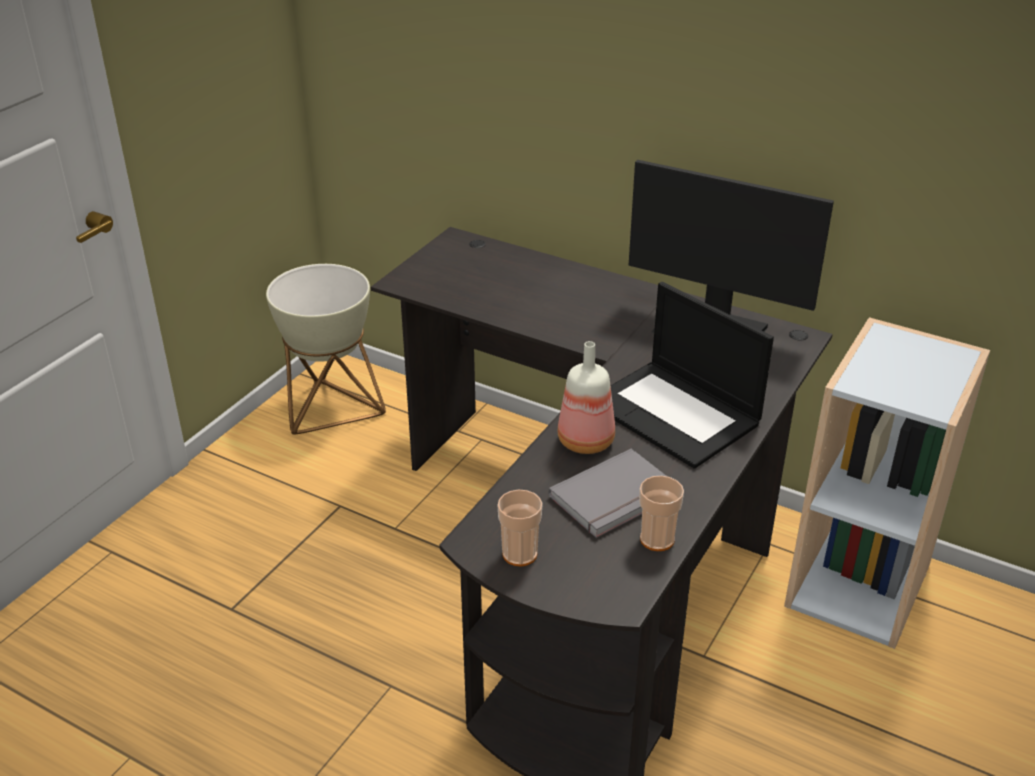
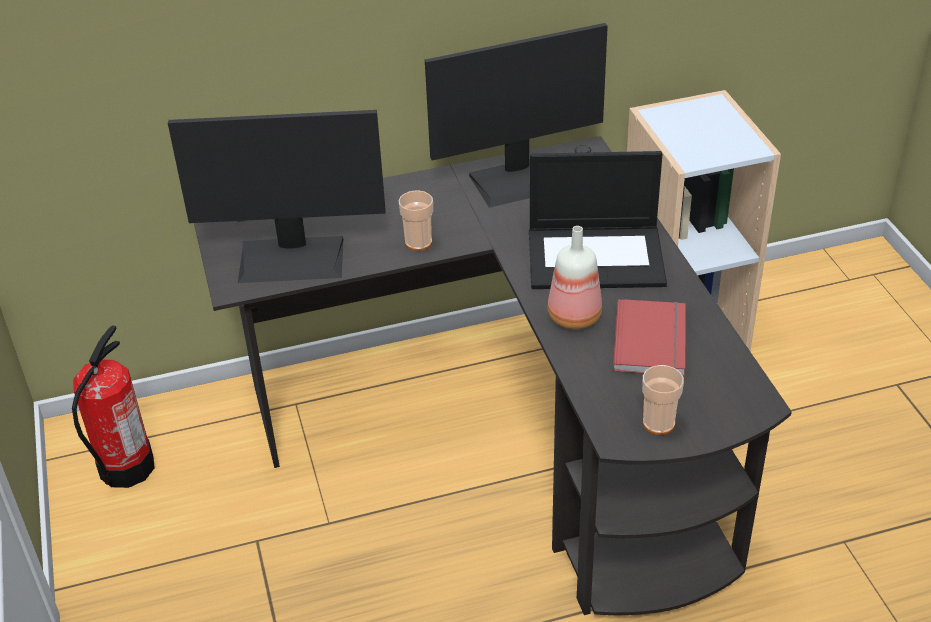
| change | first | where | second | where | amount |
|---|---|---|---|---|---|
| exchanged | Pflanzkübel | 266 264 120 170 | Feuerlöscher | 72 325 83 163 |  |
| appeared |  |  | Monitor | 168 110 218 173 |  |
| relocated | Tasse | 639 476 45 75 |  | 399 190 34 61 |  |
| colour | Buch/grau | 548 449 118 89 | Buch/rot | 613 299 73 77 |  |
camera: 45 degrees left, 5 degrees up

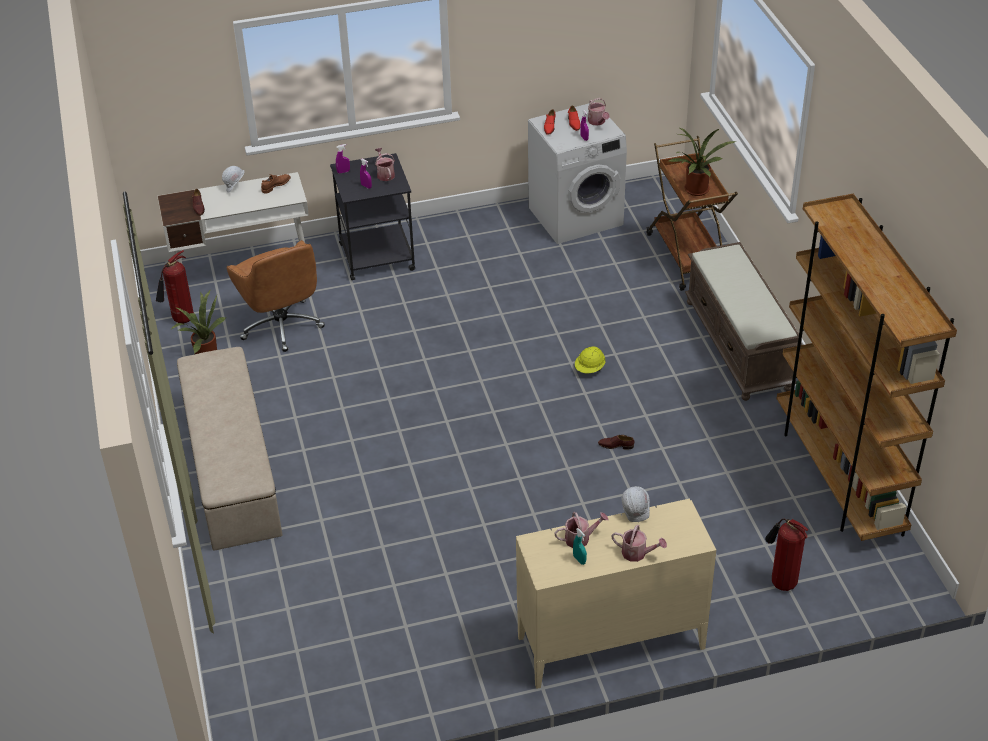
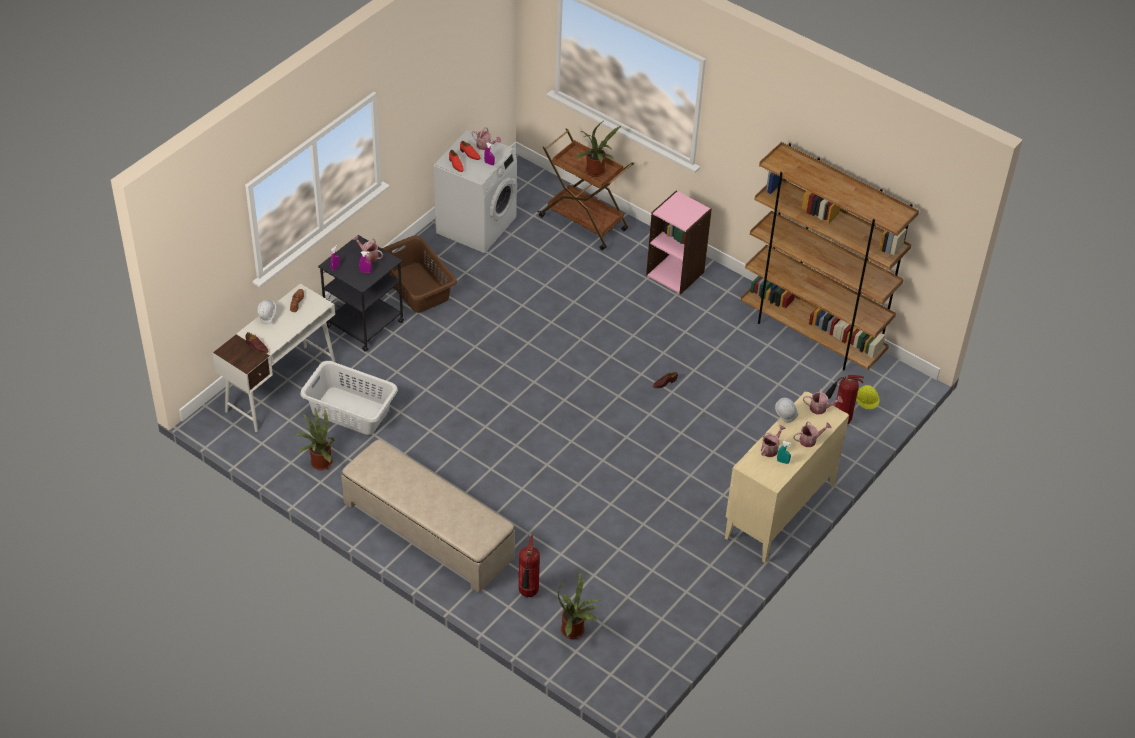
| change | first | where | second | where | amount |
|---|---|---|---|---|---|
| exchanged | Bürostuhl/braun | 227 240 98 112 | Wäschekorb/grau | 300 361 98 74 |  |
| appeared |  |  | Wäschekorb/braun | 382 235 75 78 |  |
| relocated | Feuerlöscher | 156 250 38 73 |  | 519 535 21 62 |  |
| appeared |  |  | Topfpflanze | 558 570 43 69 |  |
| exchanged | Bank/braun | 685 242 118 159 | Bücherregal/rosa | 646 190 66 105 |  |
| appeared |  |  | Gießkanne | 803 389 40 26 |  |
| relocated | Schutzhelm/gelb | 575 346 31 28 |  | 856 385 23 25 |  |
camera: 40 degrees left, 5 degrees up

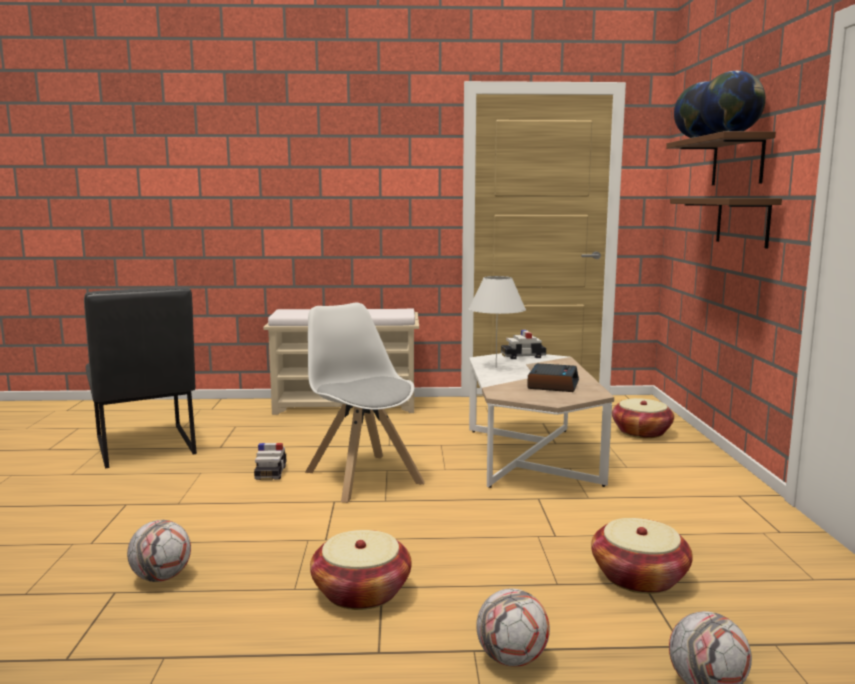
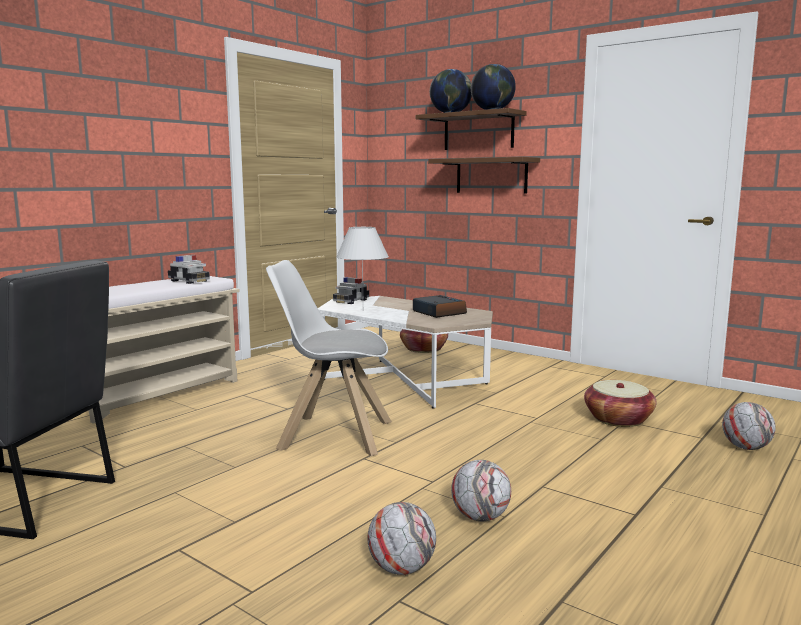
| change | first | where | second | where | amount |
|---|---|---|---|---|---|
| relocated | Spielzeugauto | 254 443 32 38 |  | 168 255 42 29 |  |
| relocated | Fußball | 476 588 74 79 |  | 451 460 60 61 |  |
| missing | Korb | 310 530 102 80 |  |  |  |
camera: 50 degrees left, 0 degrees up

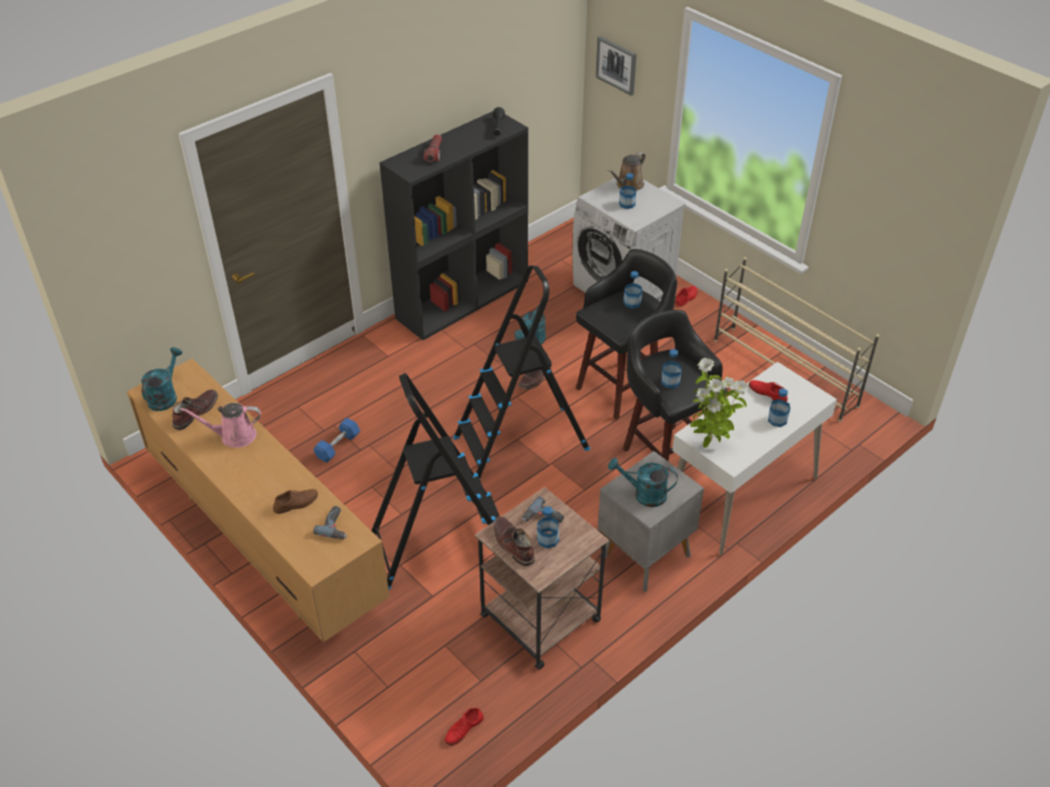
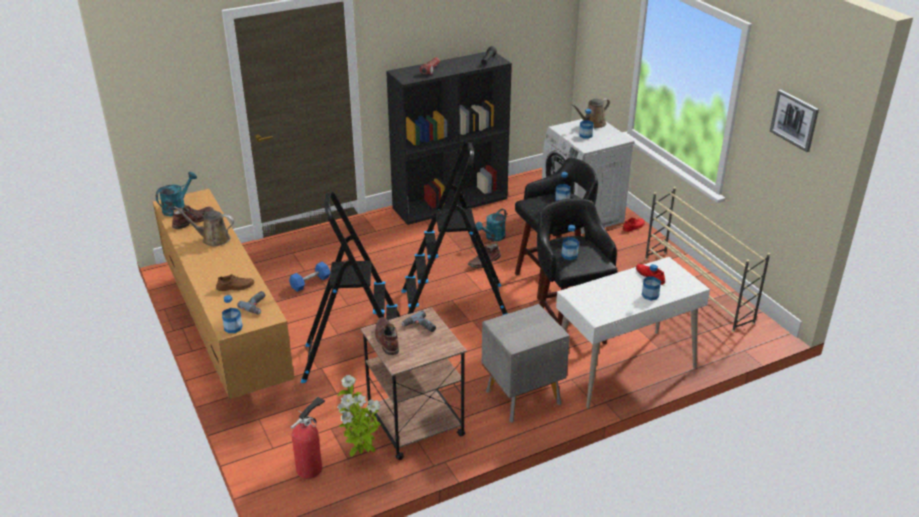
| change | first | where | second | where | amount |
|---|---|---|---|---|---|
| colour | Gießkanne/rosa | 180 403 81 45 | Gießkanne/braun | 174 206 60 40 |  |
| relocated | Flasche | 537 506 22 42 |  | 222 295 20 38 |  |
| appeared |  |  | Feuerlöscher | 290 397 35 82 |  |
| relocated | Topfpflanze | 690 358 58 90 |  | 337 375 44 82 |  |
| relocated | Bild | 596 36 41 60 |  | 770 89 49 63 |  |
| missing | Schuh/rot | 445 707 39 39 |  |  |  |
| missing | Gießkanne/türkis | 608 458 70 49 |  |  |  |
camera: 15 degrees right, 10 degrees down

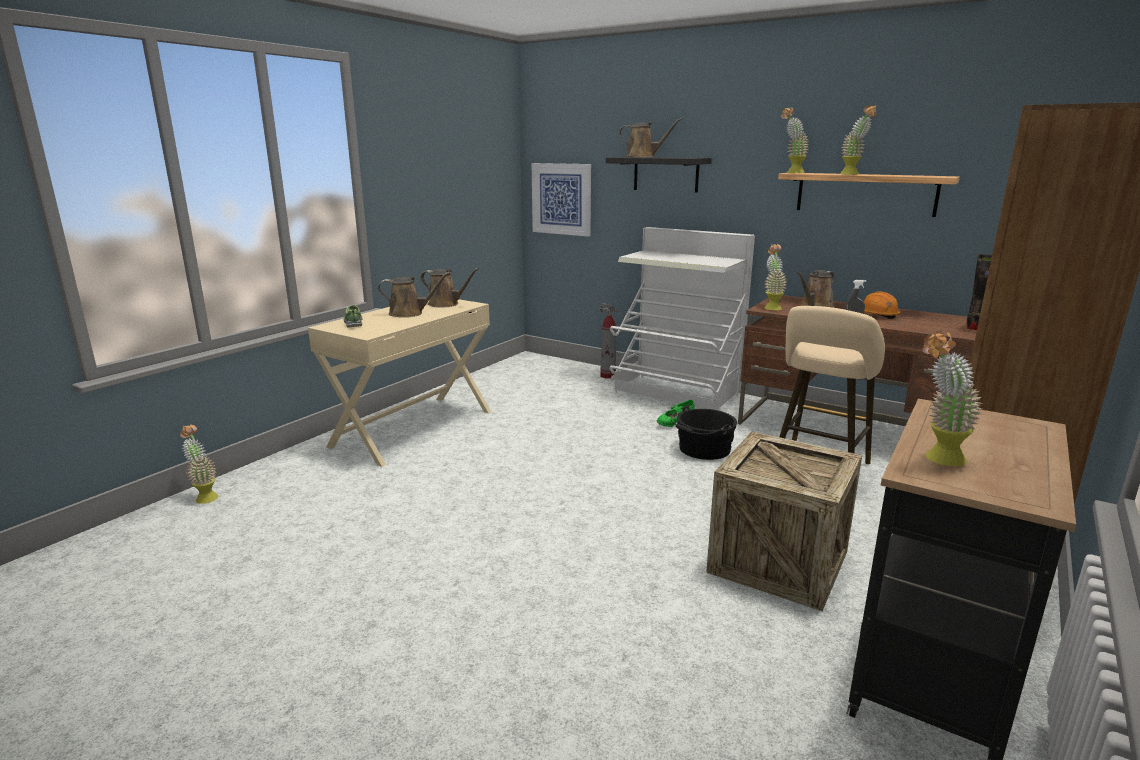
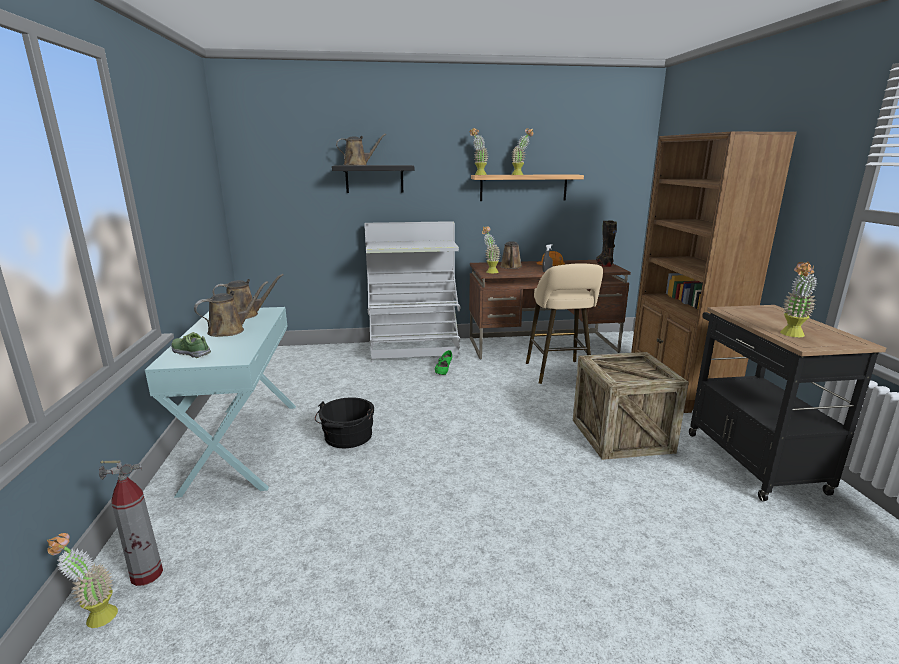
| change | first | where | second | where | amount |
|---|---|---|---|---|---|
| relocated | Feuerlöscher | 600 303 19 76 |  | 99 460 64 126 |  |
| colour | Schreibtisch/beige | 308 299 183 168 | Schreibtisch/türkis | 145 307 151 191 |  |
| relocated | Eimer/schwarz | 671 406 66 54 |  | 315 397 59 51 |  |
| missing | Bild | 531 163 60 74 |  |  |  |
camera: 40 degrees left, 0 degrees up

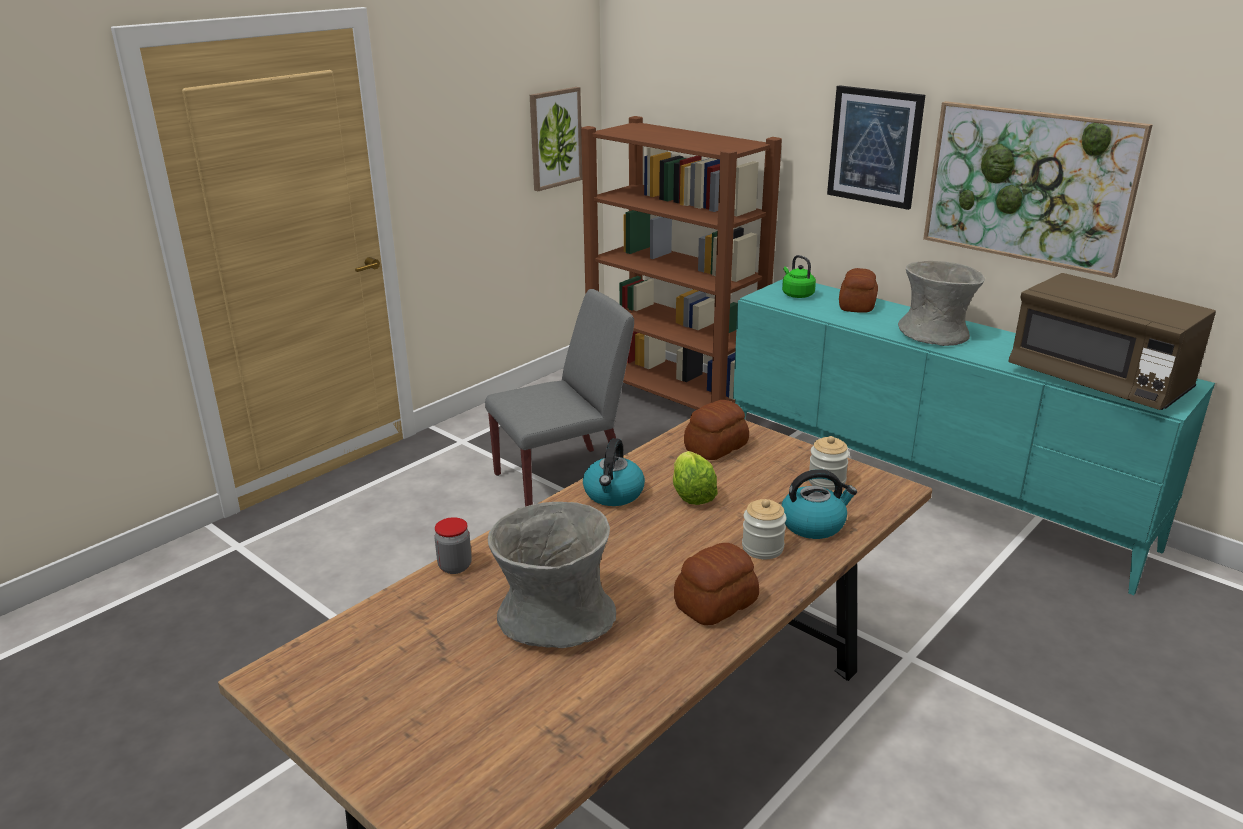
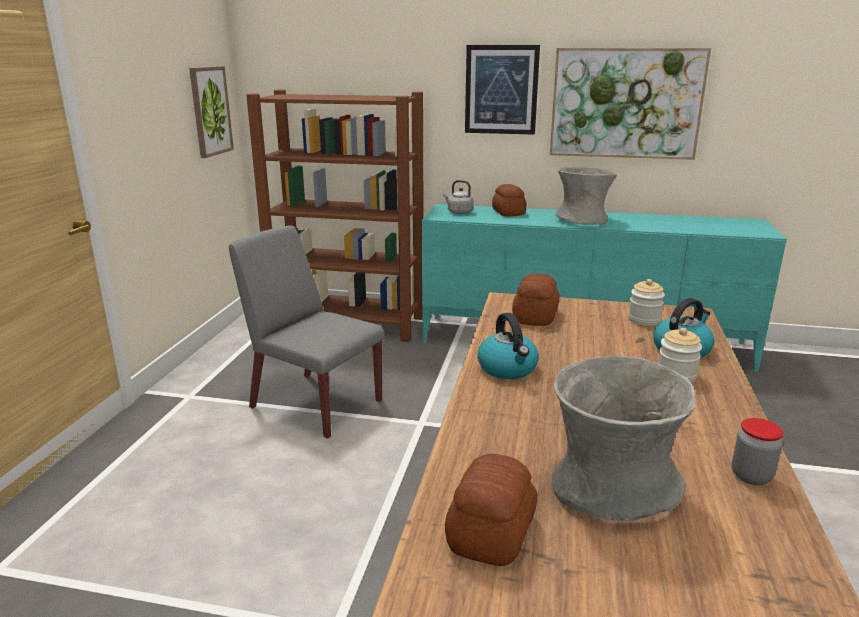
| change | first | where | second | where | amount |
|---|---|---|---|---|---|
| spun | Stuhl/grau | 485 289 149 218 |  | 229 225 156 214 | 90 degrees counterclockwise |
| colour | Wasserkessel/grün | 782 255 34 43 | Wasserkessel/grau | 443 180 31 34 |  |
| relocated | Brot | 674 543 86 82 |  | 445 454 93 112 |  |
| relocated | Vorratsglas | 434 517 38 57 |  | 732 418 51 67 |  |
| missing | Salatkopf | 673 451 45 54 |  |  |  |
| missing | Mikrowelle/braun | 1008 273 208 137 |  |  |  |
camera: 30 degrees left, 5 degrees down

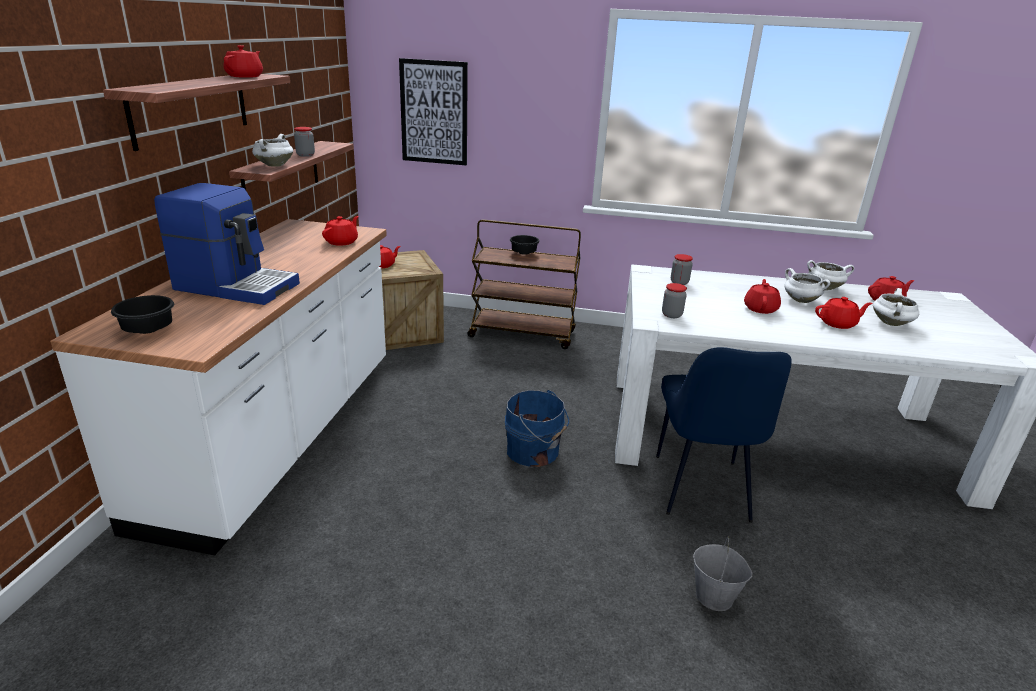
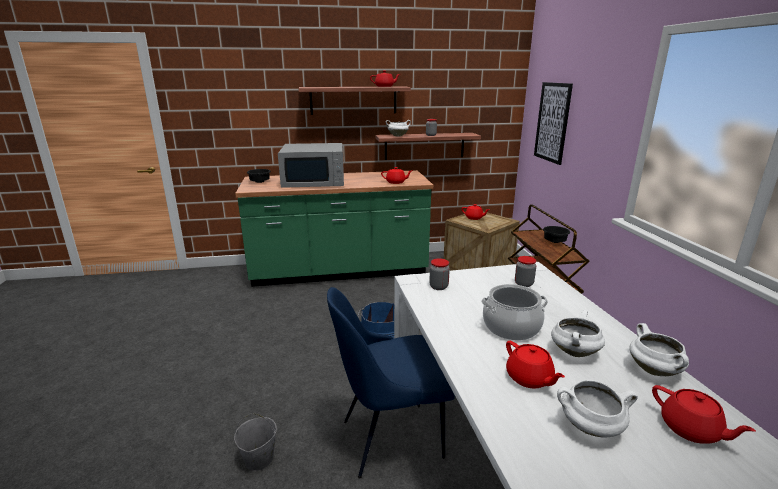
| change | first | where | second | where | amount |
|---|---|---|---|---|---|
| colour | Küchenzeile/weiß | 50 219 337 336 | Küchenzeile/grün | 235 170 198 117 |  |
| exchanged | Kaffeemaschine | 154 183 146 122 | Mikrowelle/grau | 278 143 66 45 |  |
| exchanged | Teekanne/rot | 744 279 37 35 | Kochtopf | 481 284 67 56 |  |
camera: 70 degrees right, 5 degrees down

